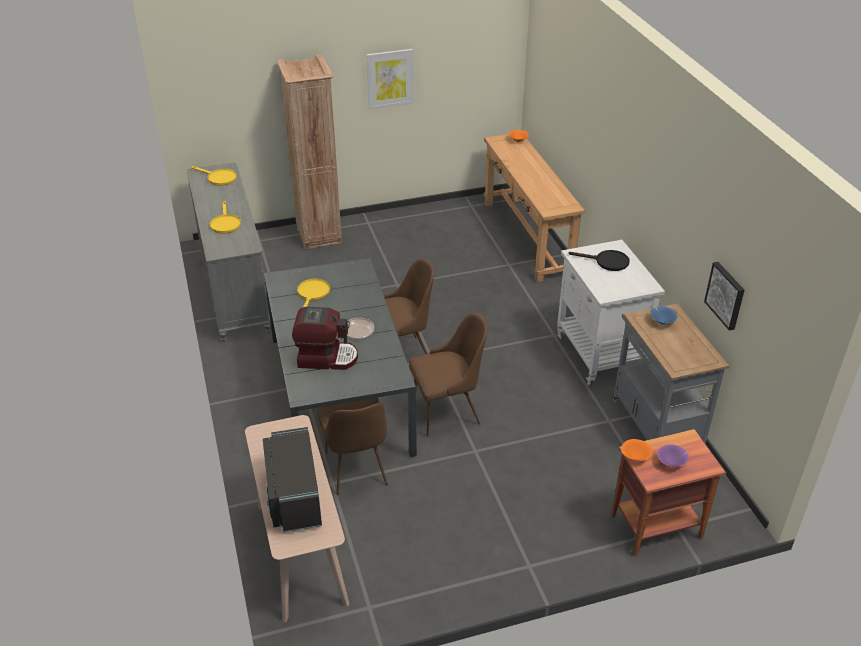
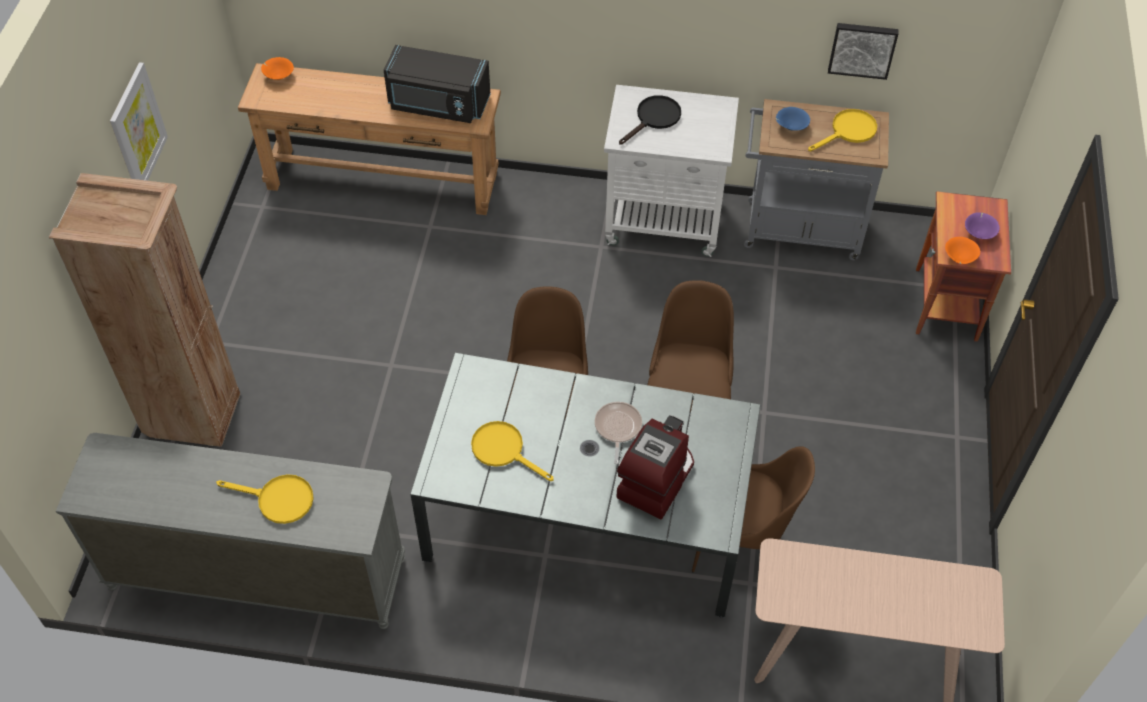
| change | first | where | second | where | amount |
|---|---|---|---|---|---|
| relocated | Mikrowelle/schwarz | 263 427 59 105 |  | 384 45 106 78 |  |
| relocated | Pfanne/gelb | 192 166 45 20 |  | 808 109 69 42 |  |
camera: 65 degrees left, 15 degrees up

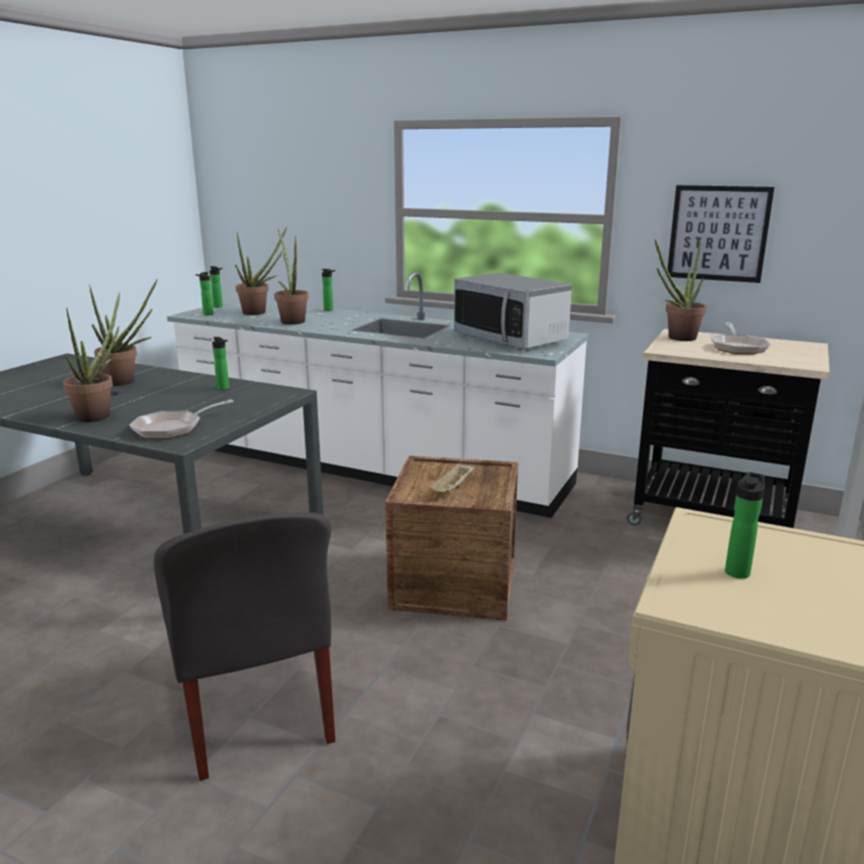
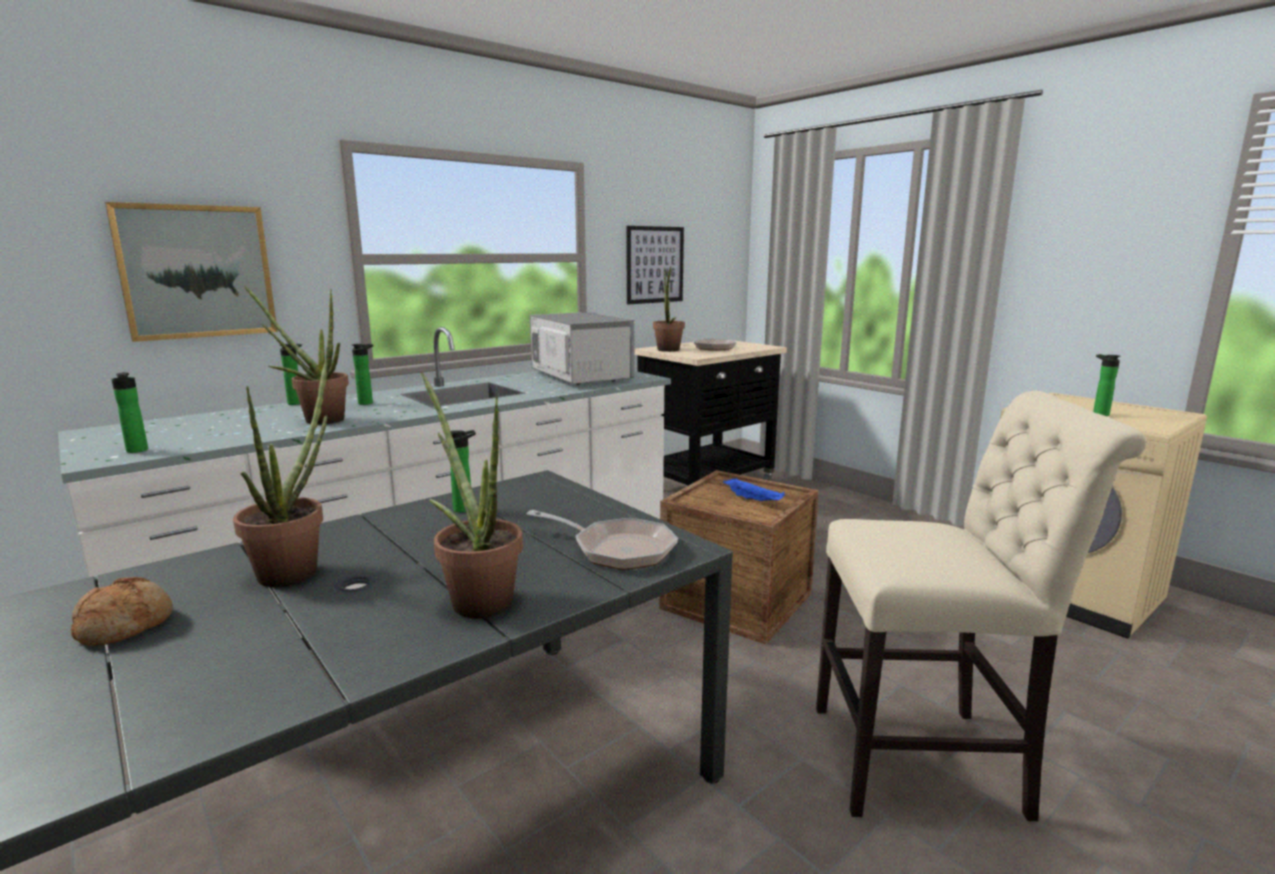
| change | first | where | second | where | amount |
|---|---|---|---|---|---|
| appeared |  |  | Brot | 71 577 102 69 |  |
| appeared |  |  | Bild | 105 202 173 140 |  |
| relocated | Flasche | 210 266 13 42 |  | 352 344 21 61 |  |
| spun | Pfanne | 130 400 104 39 |  | 526 510 152 60 | 45 degrees counterclockwise |
| spun | Mikrowelle | 454 273 118 76 |  | 530 312 104 73 | 105 degrees counterclockwise |
| colour | Tablett/beige | 430 462 45 30 | Tablett/blau | 723 478 62 23 |  |
| exchanged | Stuhl/grau | 154 512 181 269 | Hocker/beige | 816 391 330 430 |  |
| missing | Topfpflanze | 235 227 52 88 |  |  |  |
camera: 65 degrees left, 5 degrees down

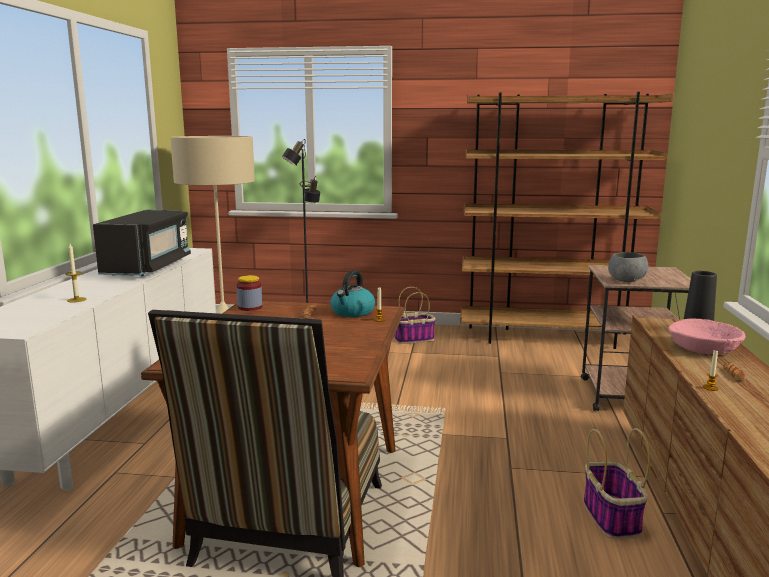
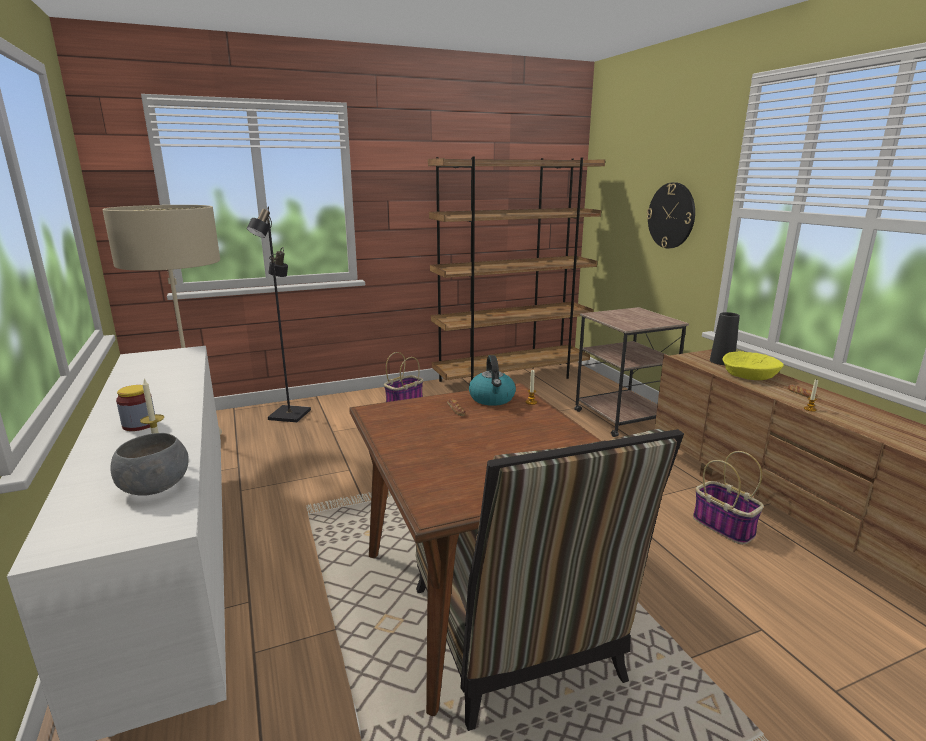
| change | first | where | second | where | amount |
|---|---|---|---|---|---|
| relocated | Schüssel/grau | 608 252 40 30 |  | 110 433 79 63 |  |
| relocated | Vorratsglas | 236 275 26 36 |  | 116 385 39 46 |  |
| appeared |  |  | Wanduhr | 646 182 49 66 |  |
| colour | Schüssel/rosa | 668 319 78 35 | Schüssel/gelb | 723 351 61 29 |  |
| missing | Mikrowelle/schwarz | 93 210 98 66 |  |  |  |
camera: 30 degrees left, 5 degrees up

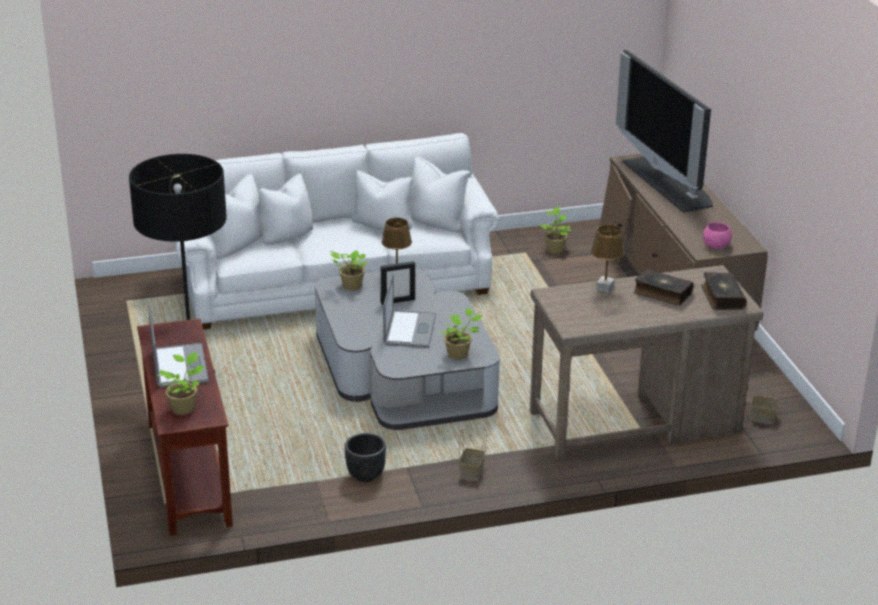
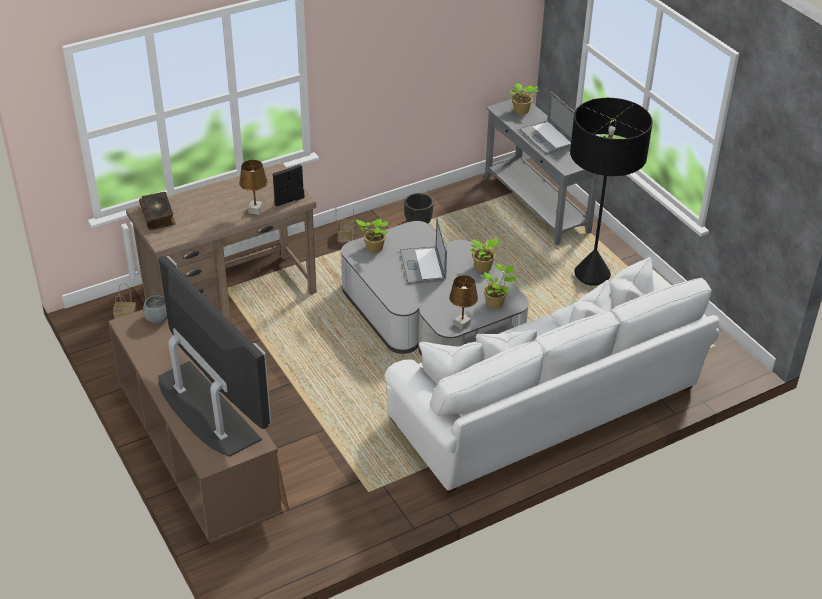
| change | first | where | second | where | amount |
|---|---|---|---|---|---|
| colour | Schüssel/rosa | 703 222 29 27 | Schüssel/grau | 143 295 24 28 |  |
| relocated | Bilderrahmen | 380 261 35 44 |  | 273 165 32 41 |  |
| relocated | Topfpflanze | 539 207 32 47 |  | 469 237 32 35 |  |
| colour | Konsolentisch/braun | 137 319 96 217 | Konsolentisch/grau | 485 99 114 146 |  |
| missing | Buch | 634 269 60 37 |  |  |  |
camera: 165 degrees right, 10 degrees up

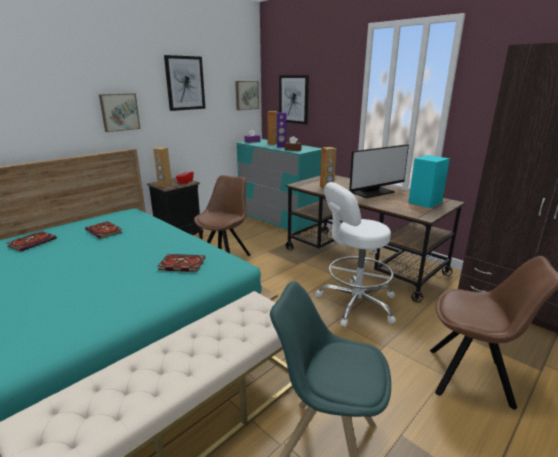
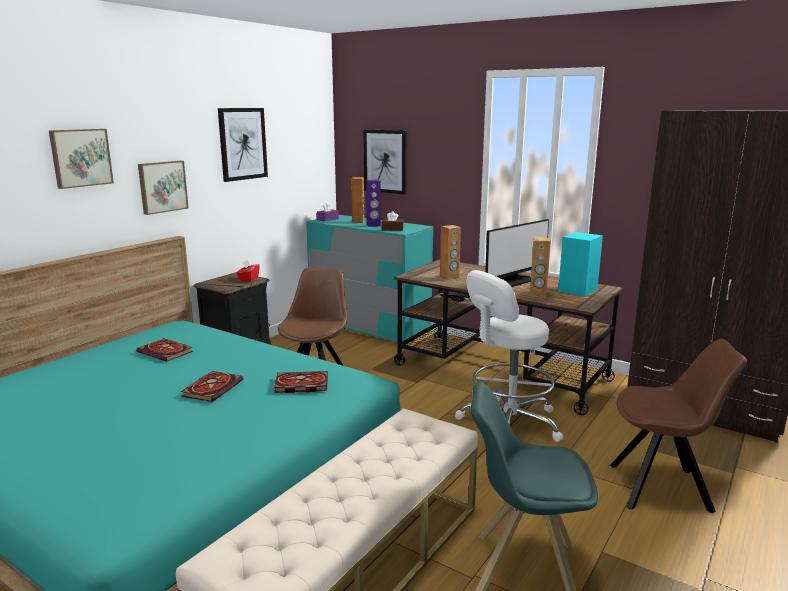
| change | first | where | second | where | amount |
|---|---|---|---|---|---|
| relocated | Bild | 235 81 24 29 |  | 49 129 65 60 |  |
| relocated | Buch | 7 231 50 20 |  | 181 371 62 31 |  |
| relocated | Lautsprecher/braun | 153 147 19 40 |  | 530 237 21 60 |  |
camera: 10 degrees left, 5 degrees down

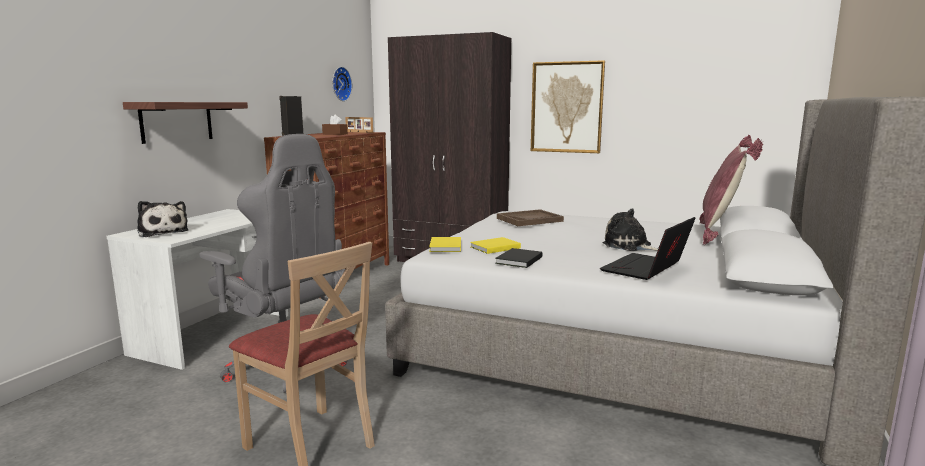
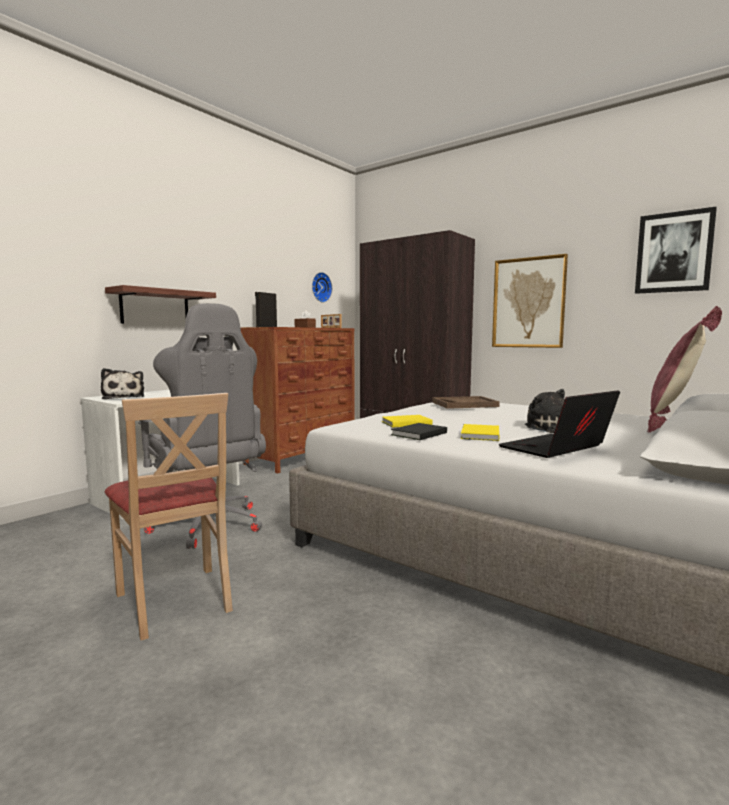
| change | first | where | second | where | amount |
|---|---|---|---|---|---|
| relocated | Buch/gelb | 429 237 32 15 |  | 461 424 38 17 |  |
| appeared |  |  | Bild | 635 207 82 87 |  |
camera: 15 degrees right, 5 degrees down

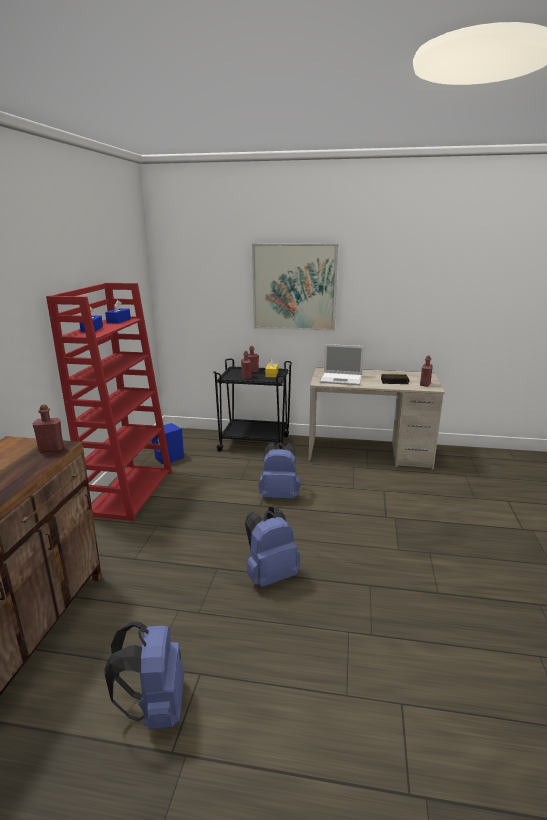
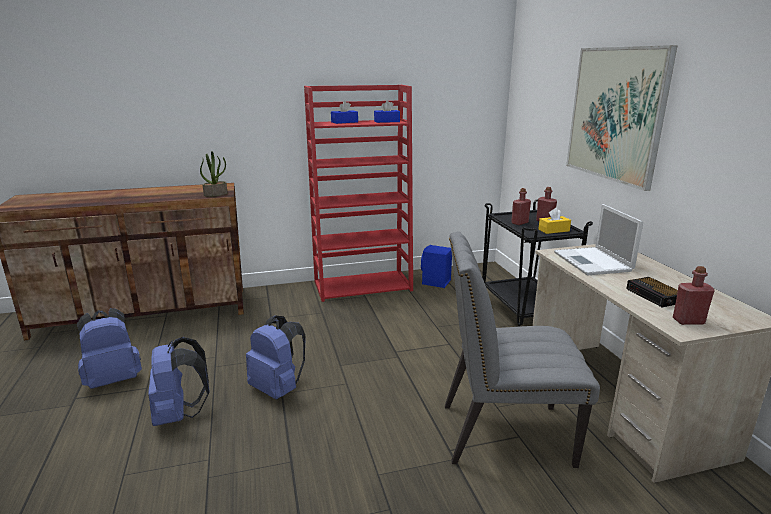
| change | first | where | second | where | amount |
|---|---|---|---|---|---|
| relocated | Rucksack/blau | 259 443 41 56 |  | 148 337 62 89 |  |
| exchanged | Flasche/rot | 33 405 31 48 | Topfpflanze | 200 151 28 46 |  |
| appeared |  |  | Stuhl/grau | 445 231 155 237 |  |
camera: 65 degrees right, 0 degrees up

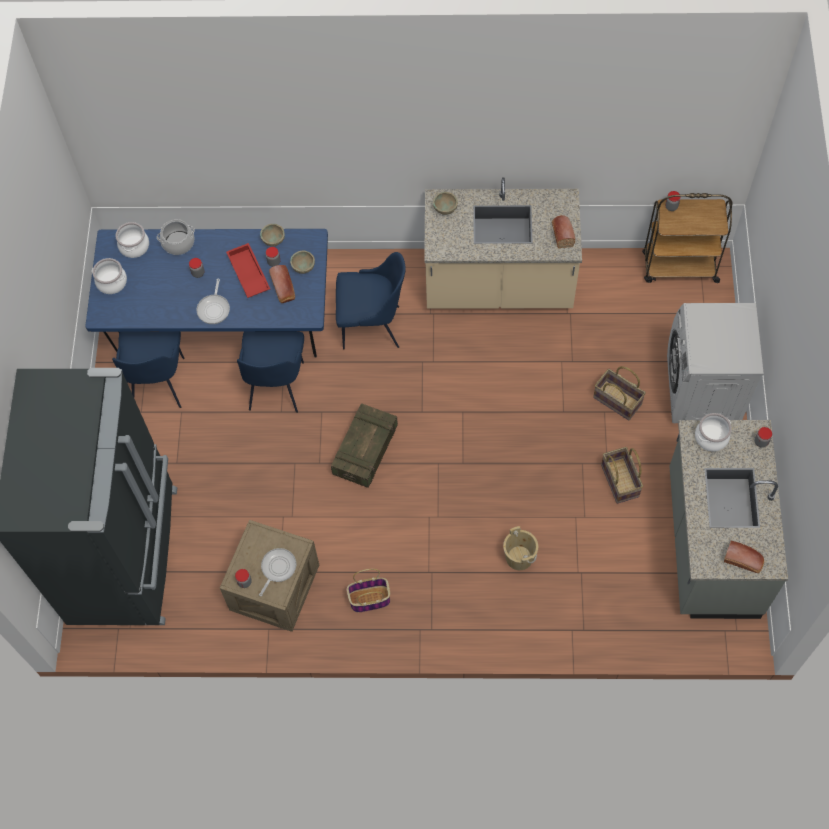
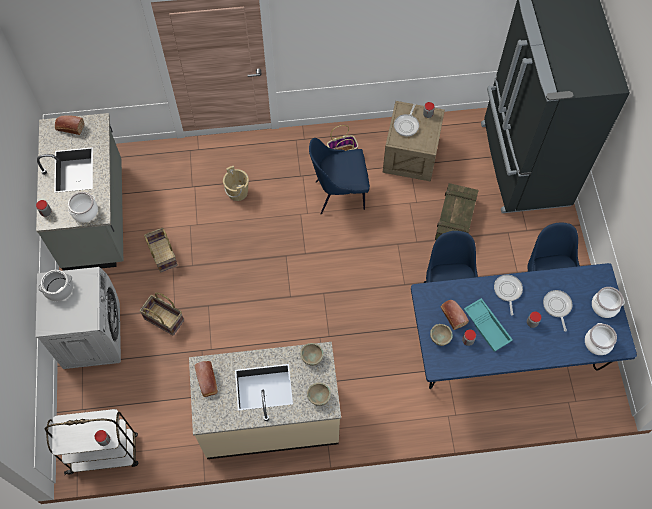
| change | first | where | second | where | amount |
|---|---|---|---|---|---|
| relocated | Kochtopf | 157 219 38 36 |  | 38 270 35 31 |  |
| colour | Rollwagen/braun | 642 193 90 90 | Rollwagen/weiß | 45 409 93 66 |  |
| relocated | Schüssel/beige | 260 224 25 22 |  | 300 343 24 23 |  |
| relocated | Stuhl/blau | 336 252 70 97 |  | 309 138 61 76 |  |
| relocated | Kiste | 331 403 67 85 |  | 435 183 43 57 |  |
| colour | Tablett/rot | 226 243 44 55 | Tablett/türkis | 464 298 49 54 |  |
| appeared |  |  | Pfanne | 543 290 30 42 |  |
camera: 170 degrees right, 0 degrees up

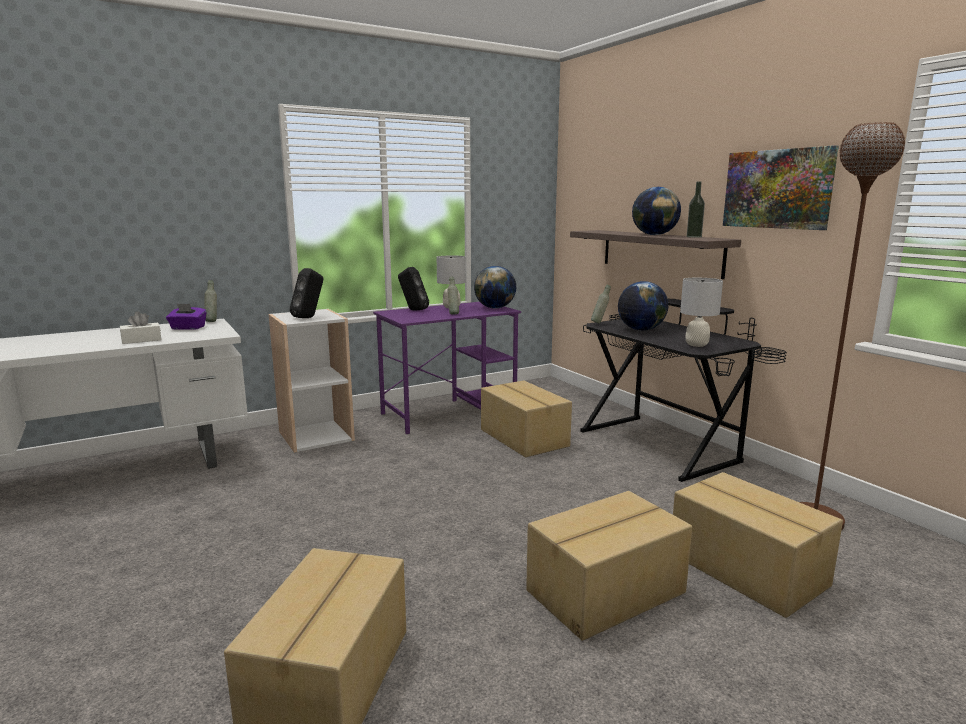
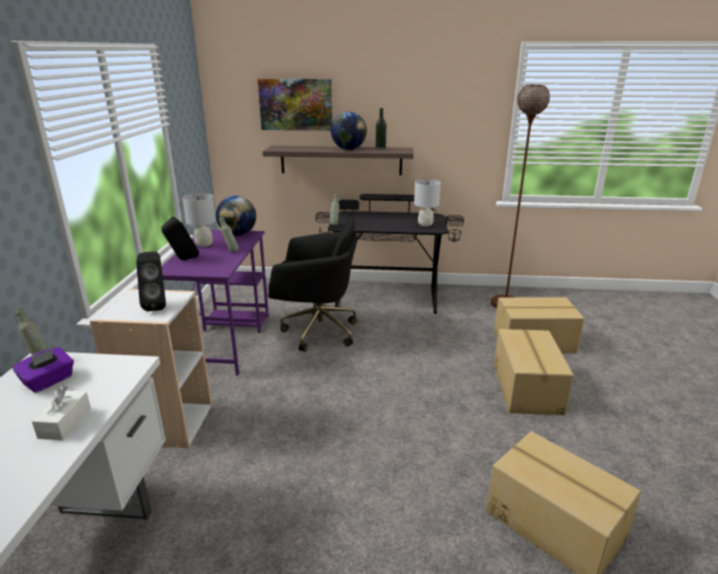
| change | first | where | second | where | amount |
|---|---|---|---|---|---|
| relocated | Bild | 723 145 116 85 |  | 258 79 74 52 |  |
| exchanged | Karton | 481 380 91 77 | Bürostuhl/schwarz | 269 217 89 135 |  |
| missing | Globus | 618 281 50 50 |  |  |  |
camera: 55 degrees left, 10 degrees up

